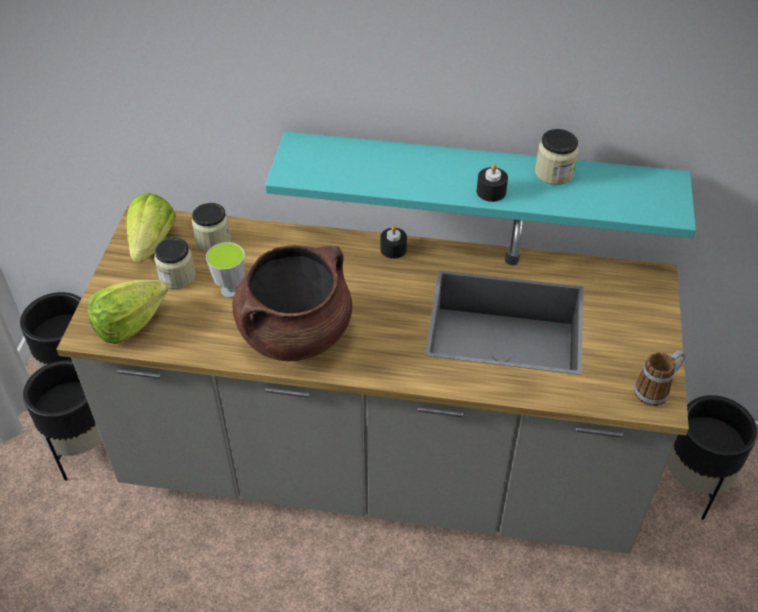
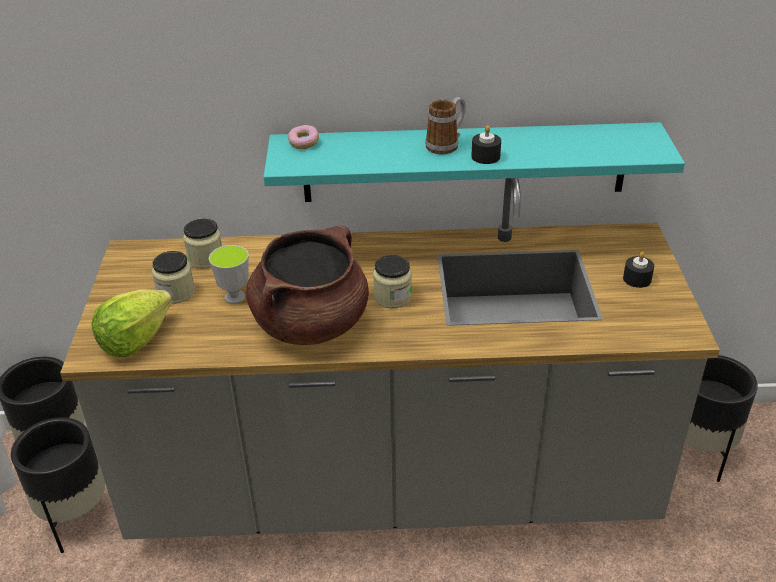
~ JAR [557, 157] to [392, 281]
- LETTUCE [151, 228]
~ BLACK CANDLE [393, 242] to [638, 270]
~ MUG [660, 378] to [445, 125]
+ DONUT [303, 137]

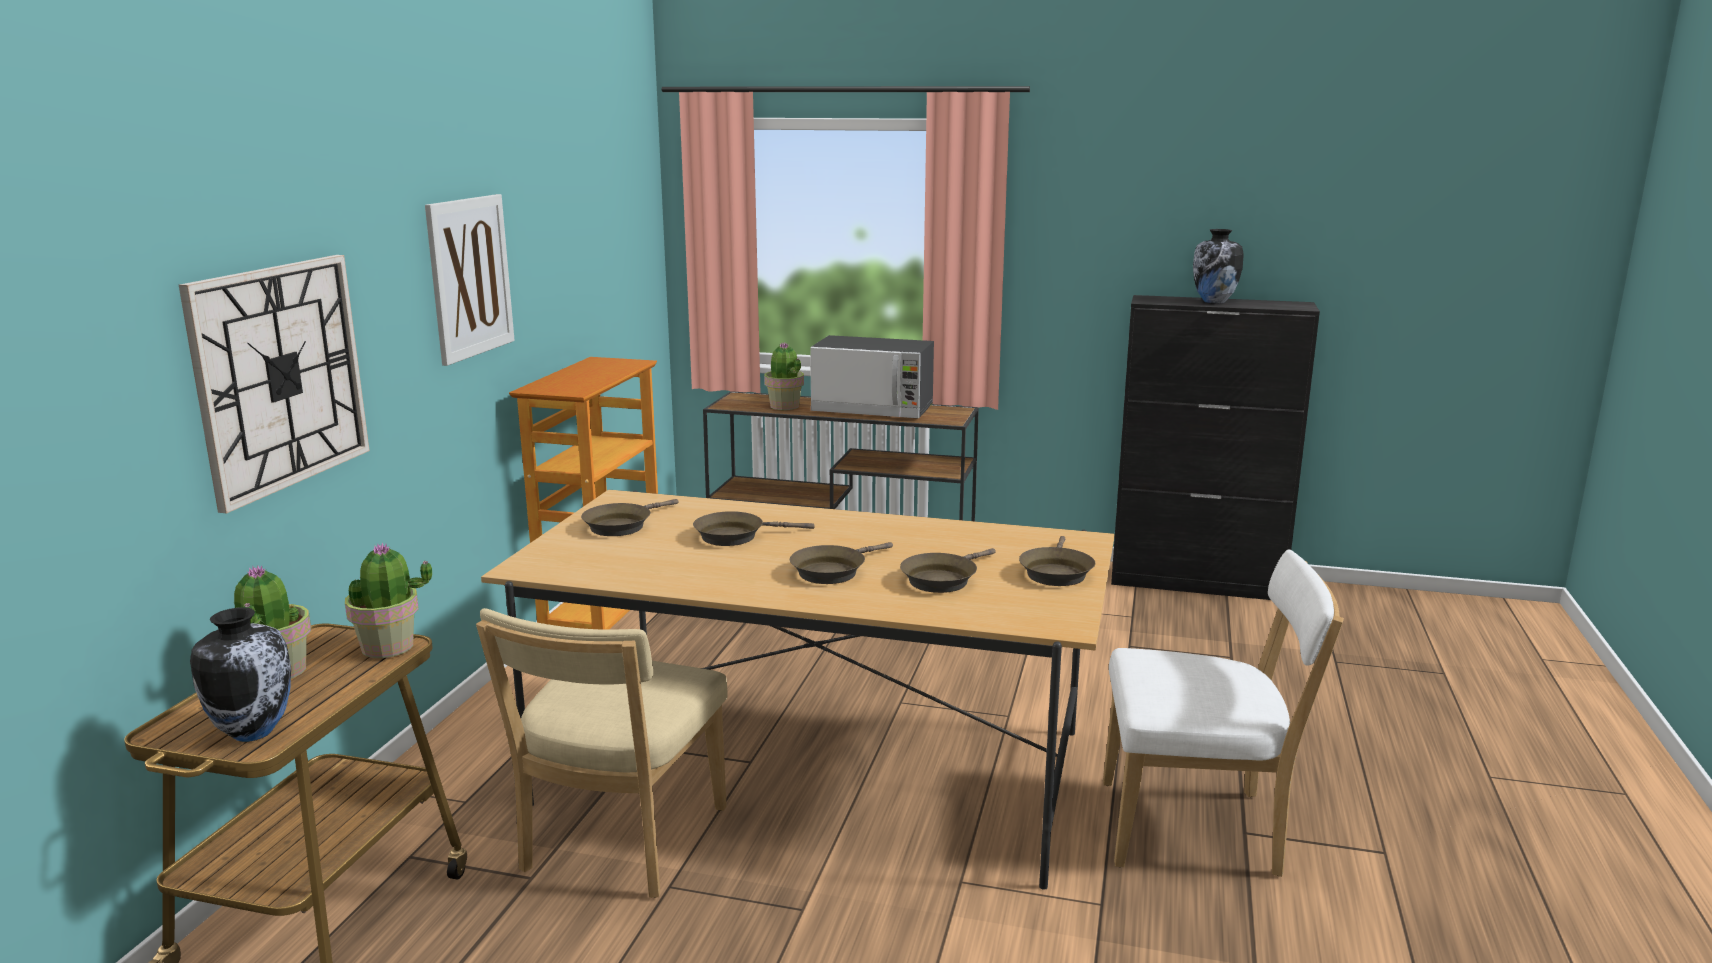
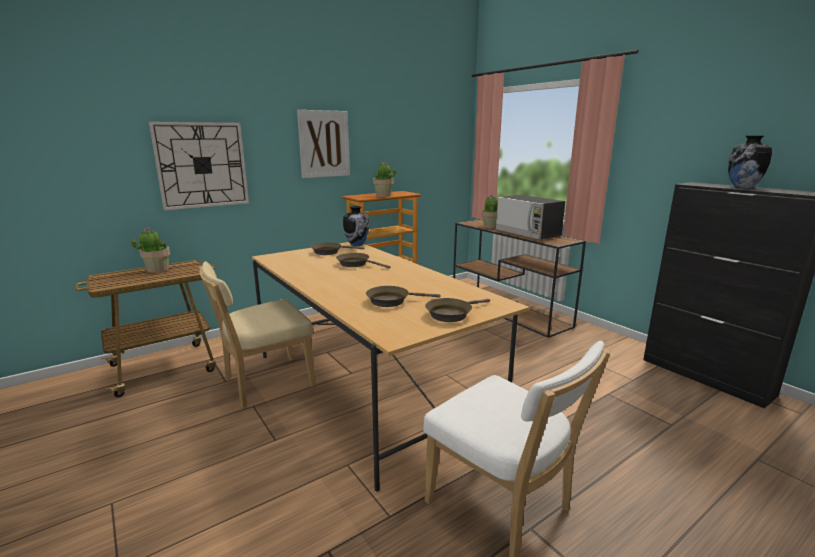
~ POTTED PLANT [388, 600] to [384, 179]
- BROWN FRYING PAN [841, 563]
~ VASE [240, 674] to [356, 226]

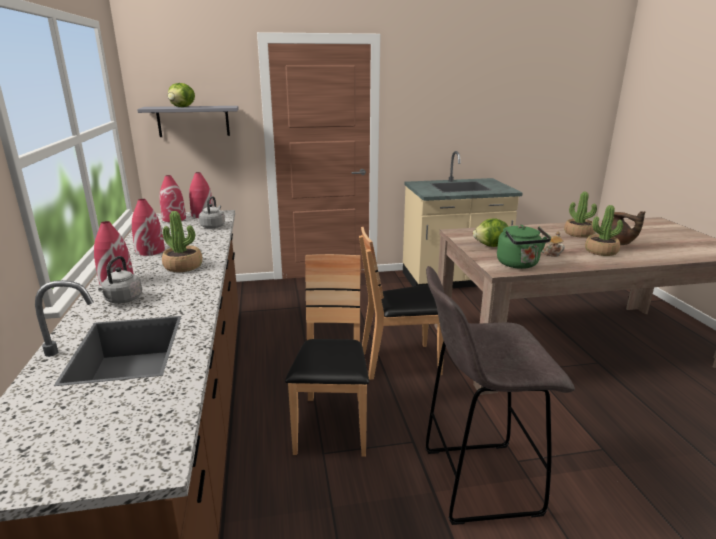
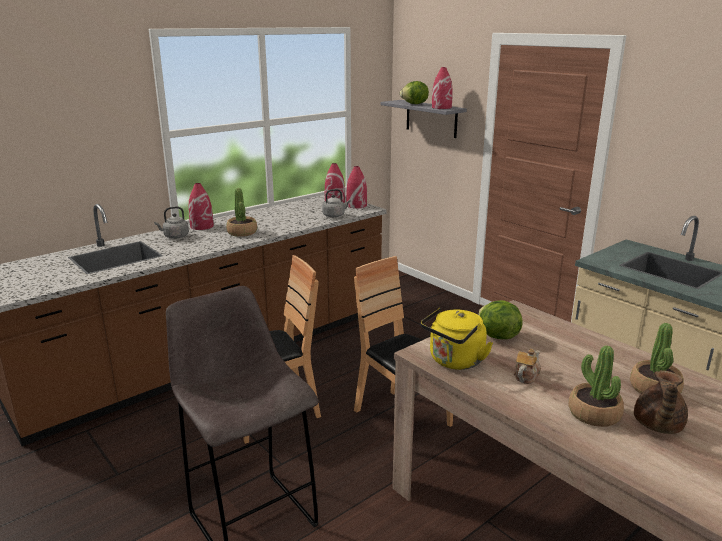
~ RED VASE [148, 227] to [442, 88]
~ GREEN KETTLE [524, 247] to YELLOW KETTLE [457, 339]

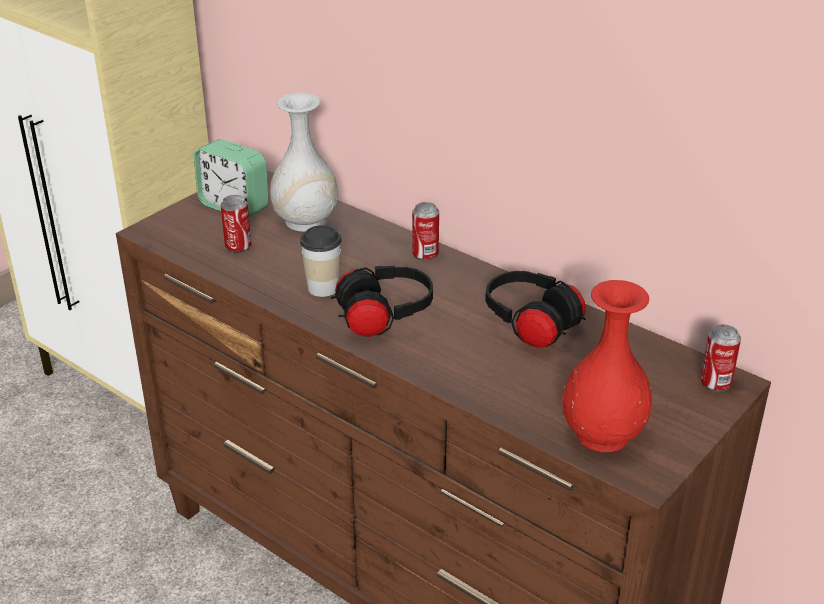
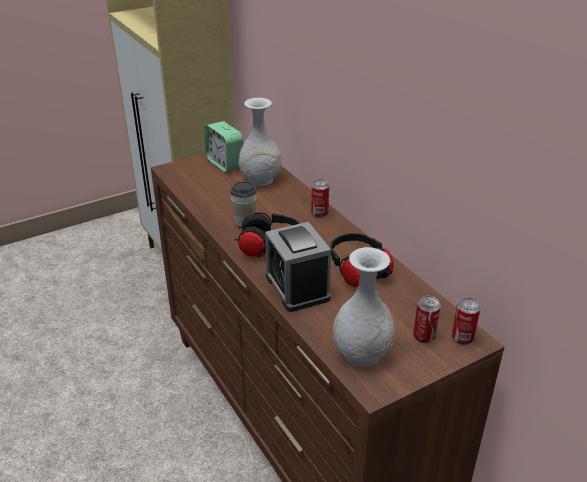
~ CAN [236, 224] to [427, 319]
~ RED VASE [607, 366] to WHITE VASE [364, 307]
+ ALARM CLOCK [298, 267]

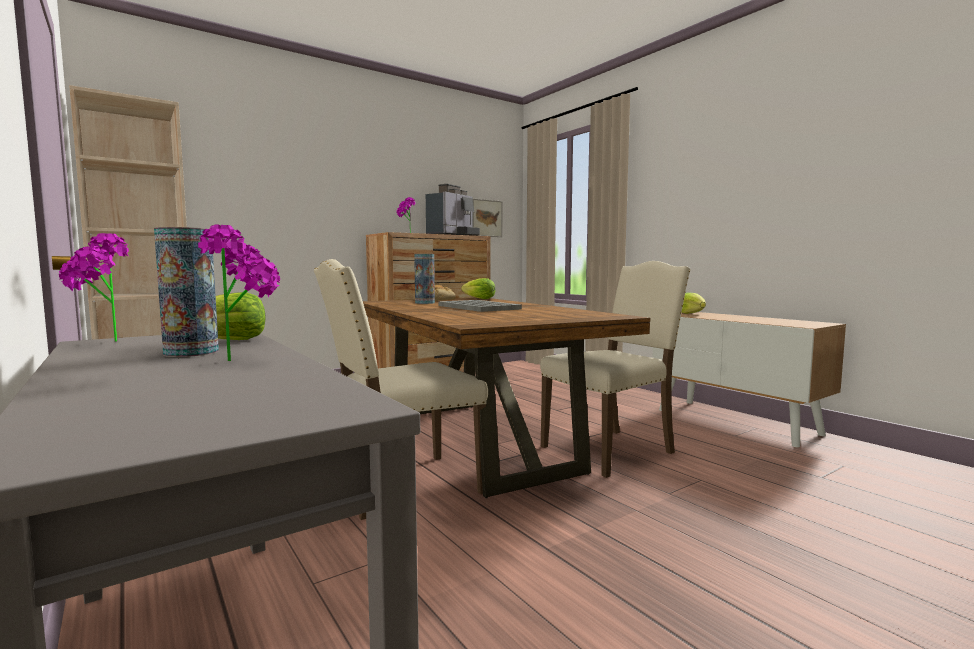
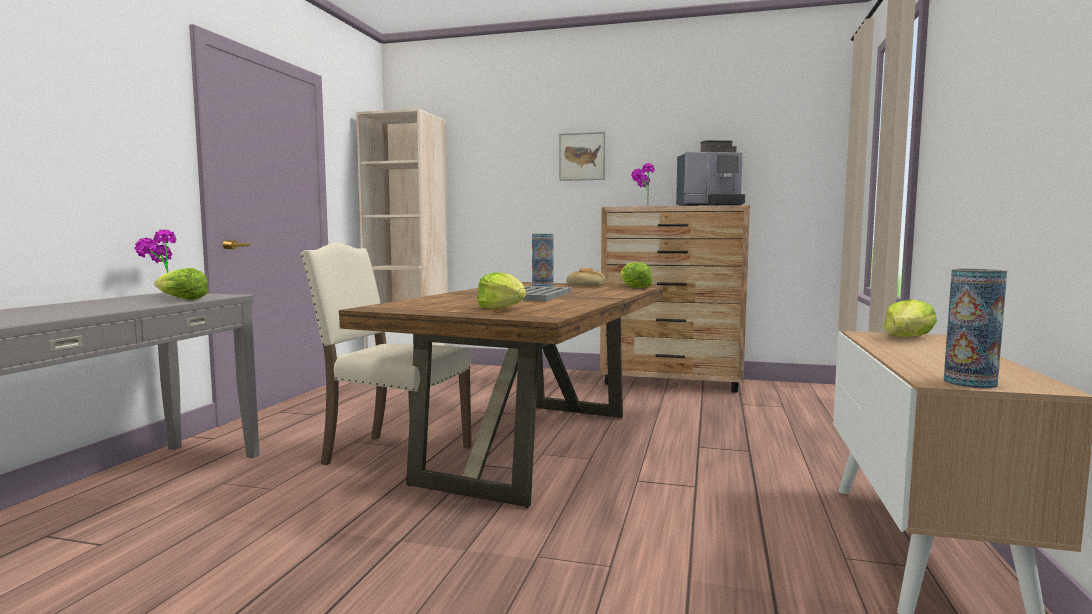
~ PICTURE [488, 218] to [582, 156]
- POTTED PLANT [239, 293]
~ VASE [186, 292] to [975, 328]
- BEIGE CHAIR [615, 369]
+ LETTUCE [501, 291]

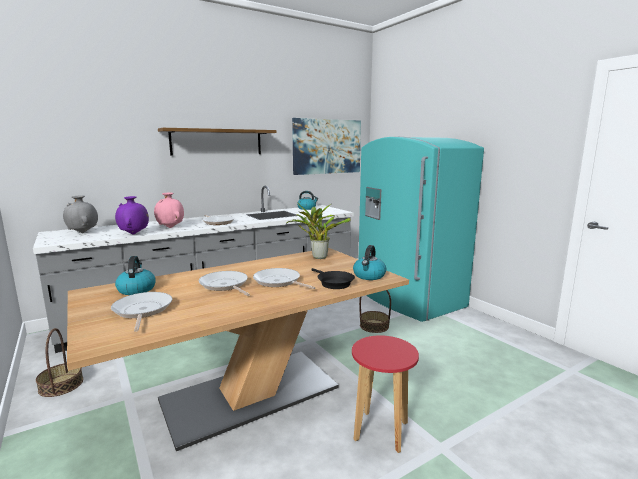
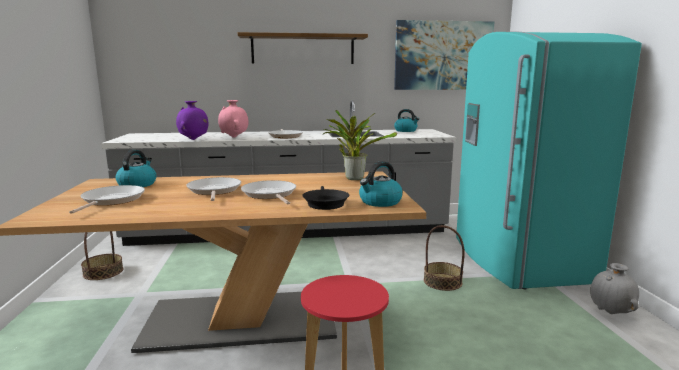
~ GREY VASE [80, 214] to [614, 288]

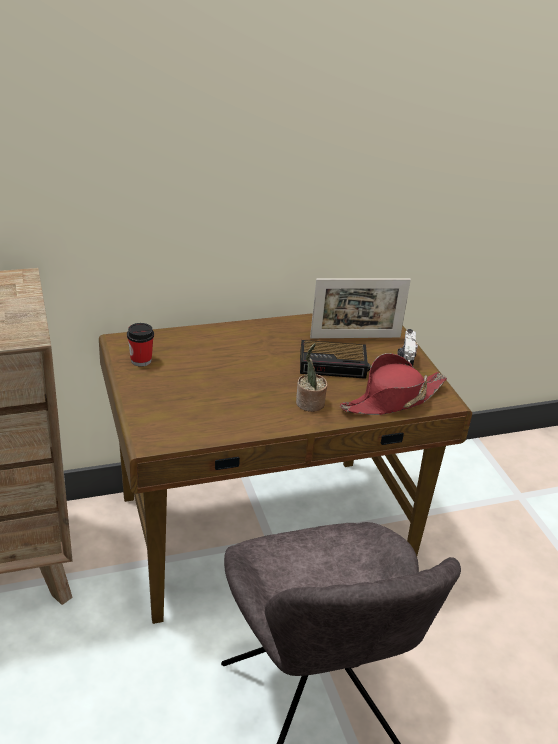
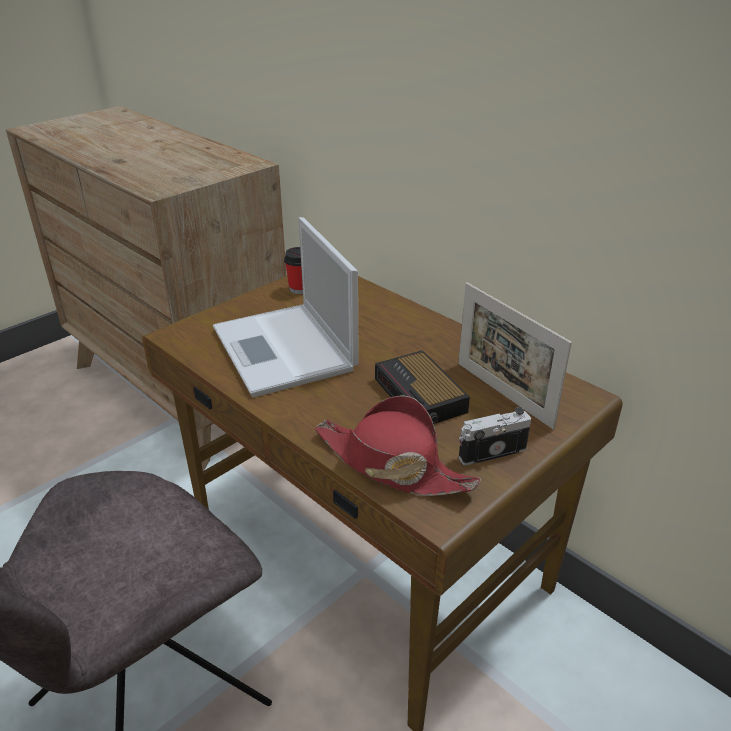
- POTTED PLANT [312, 377]
+ LAPTOP [286, 307]

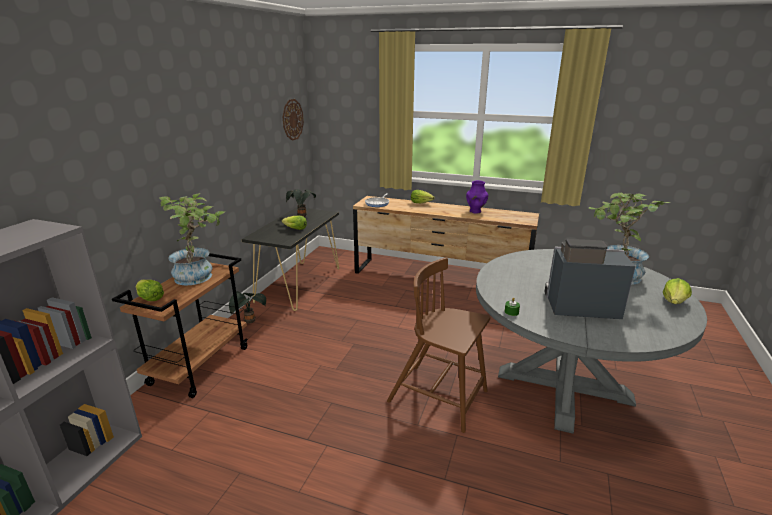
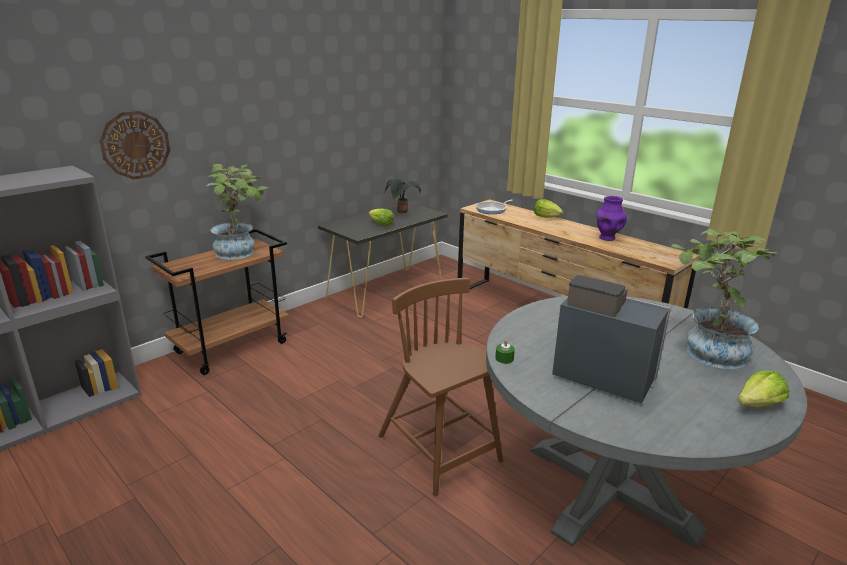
~ WALL CLOCK [293, 120] to [135, 145]
- LETTUCE [150, 290]
- POTTED PLANT [247, 307]

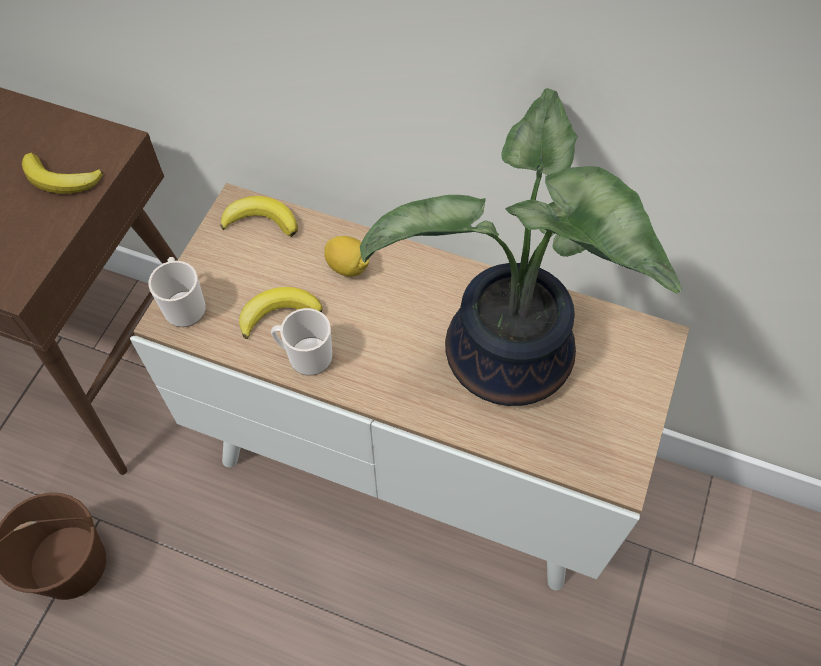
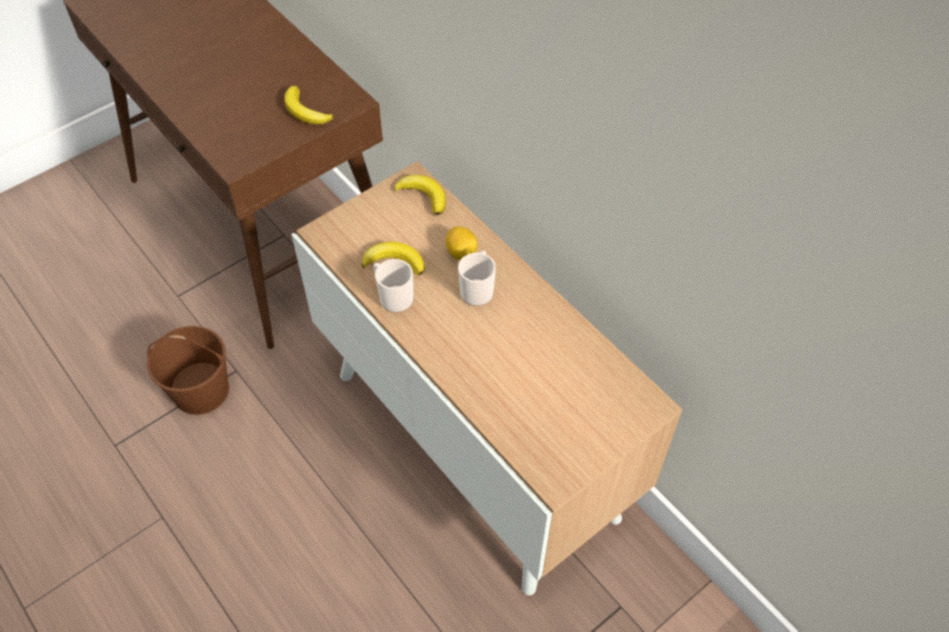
- POTTED PLANT [521, 247]
~ MUG [177, 292] to [477, 278]

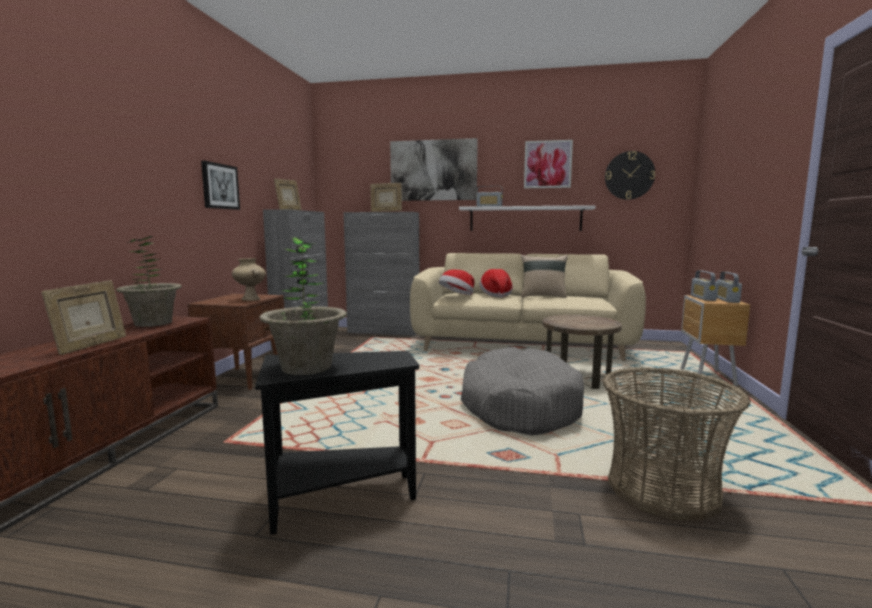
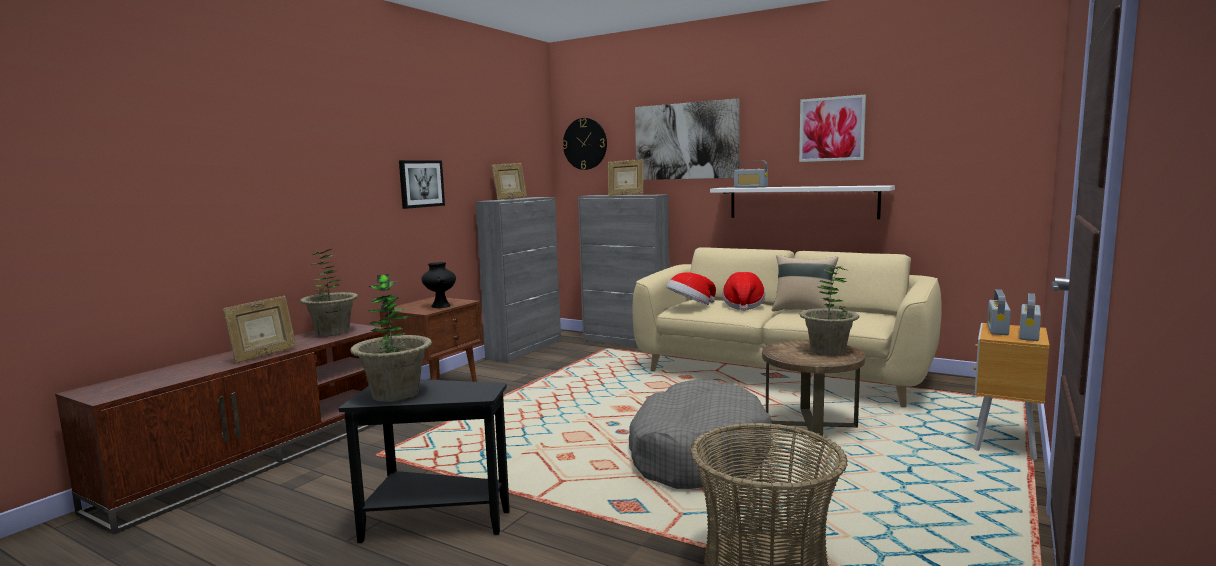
~ WALL CLOCK [630, 175] to [584, 144]
~ BEIGE VASE [249, 279] to BLACK VASE [438, 285]
+ POTTED PLANT [829, 309]

